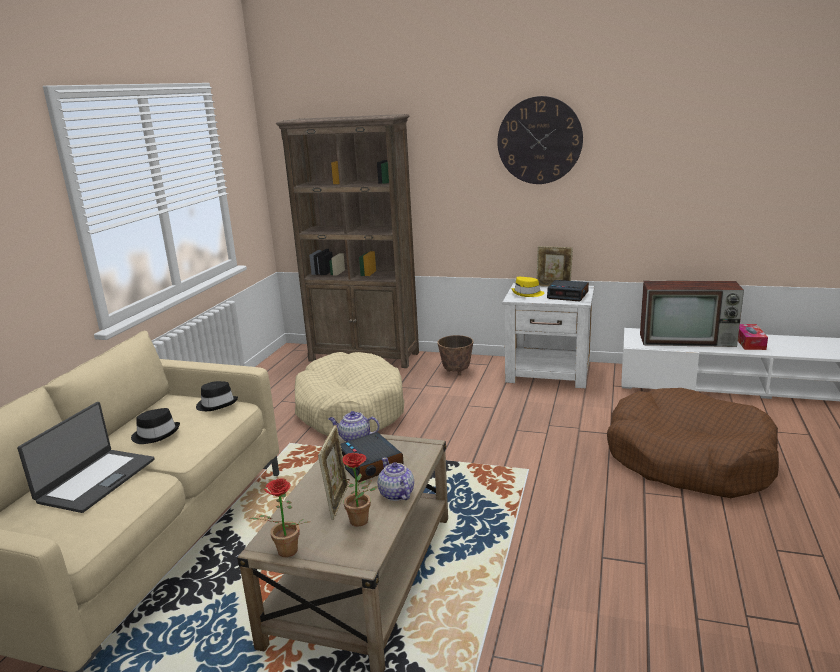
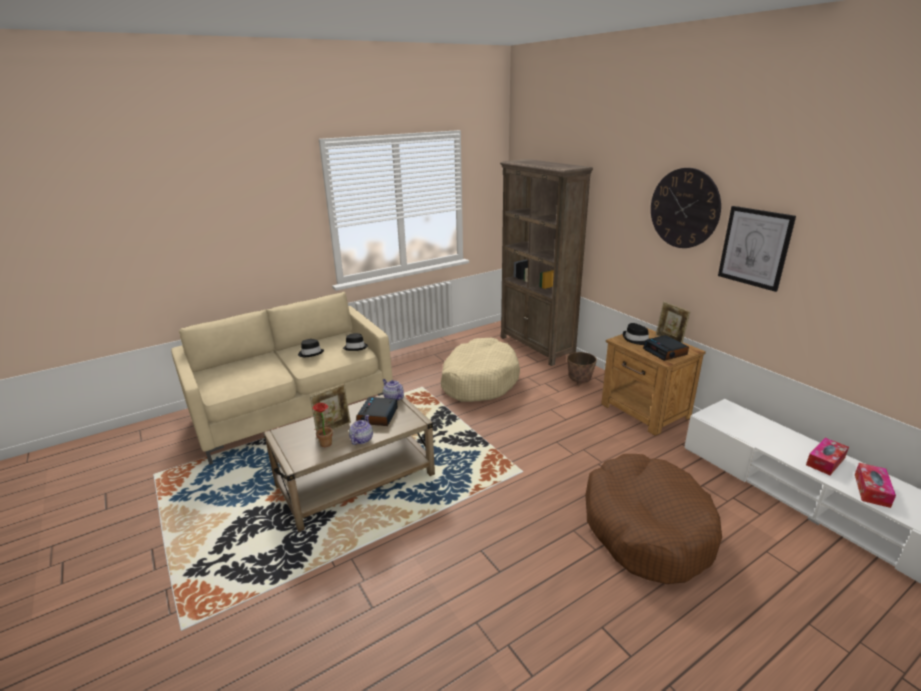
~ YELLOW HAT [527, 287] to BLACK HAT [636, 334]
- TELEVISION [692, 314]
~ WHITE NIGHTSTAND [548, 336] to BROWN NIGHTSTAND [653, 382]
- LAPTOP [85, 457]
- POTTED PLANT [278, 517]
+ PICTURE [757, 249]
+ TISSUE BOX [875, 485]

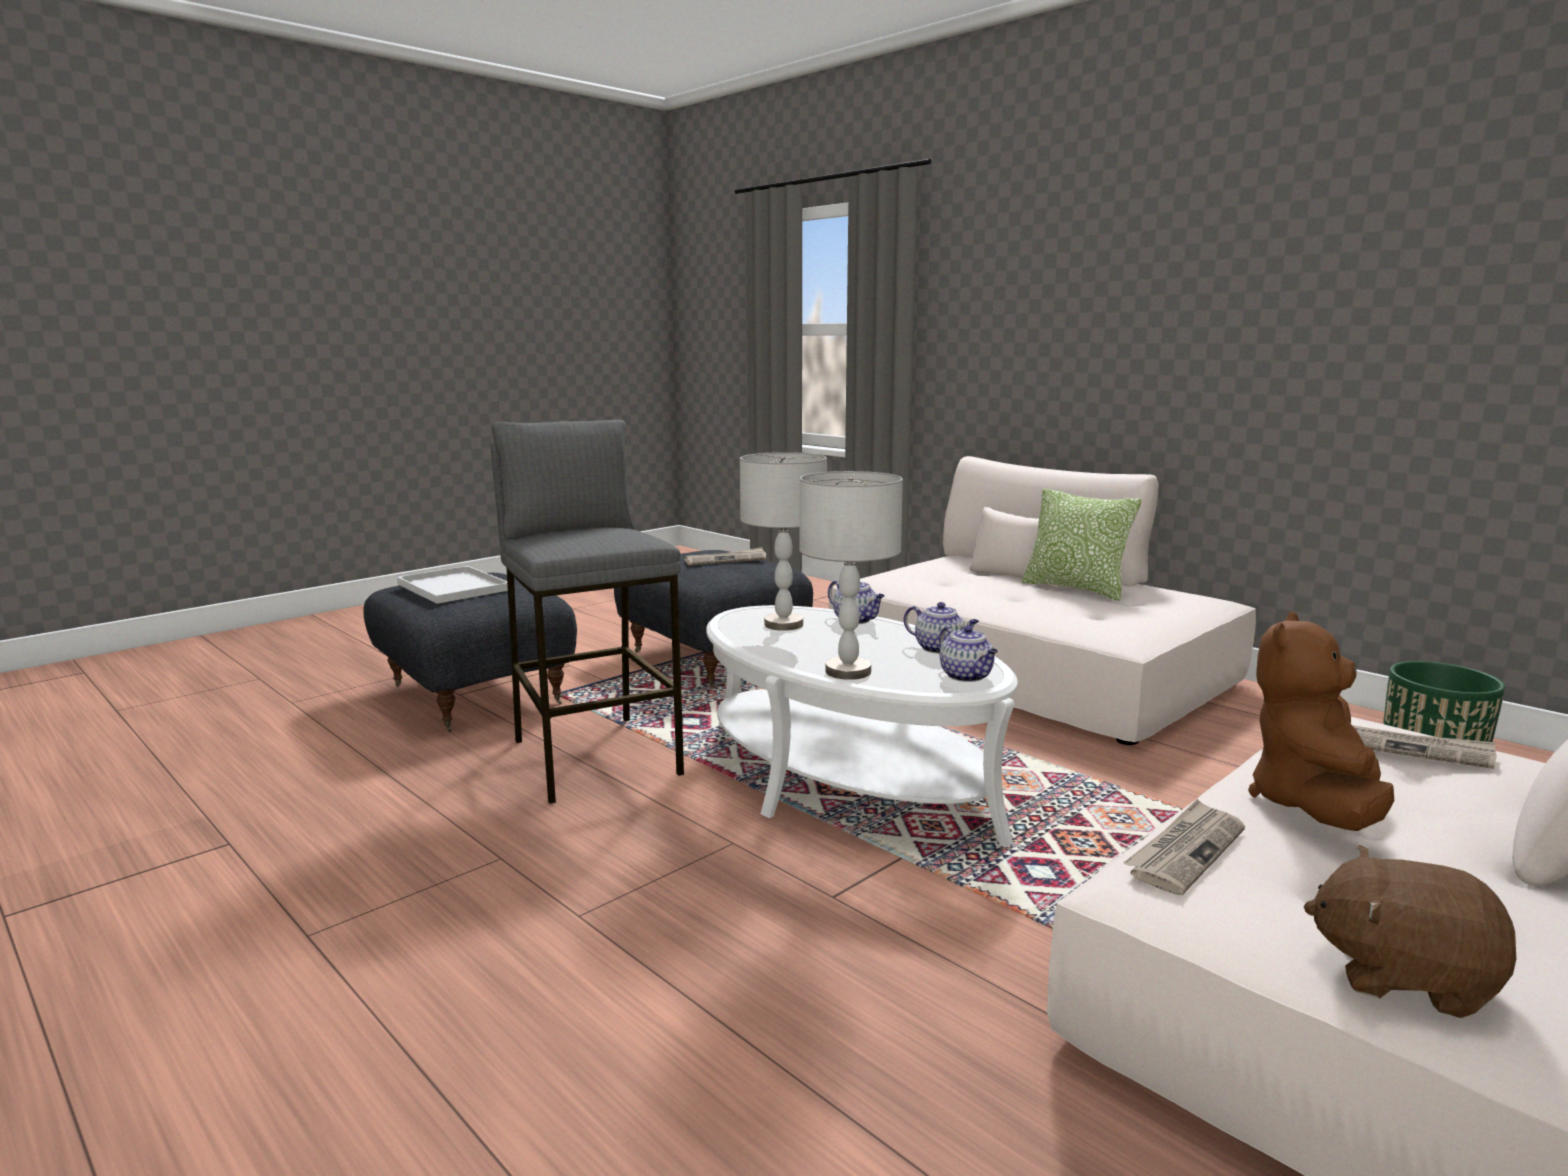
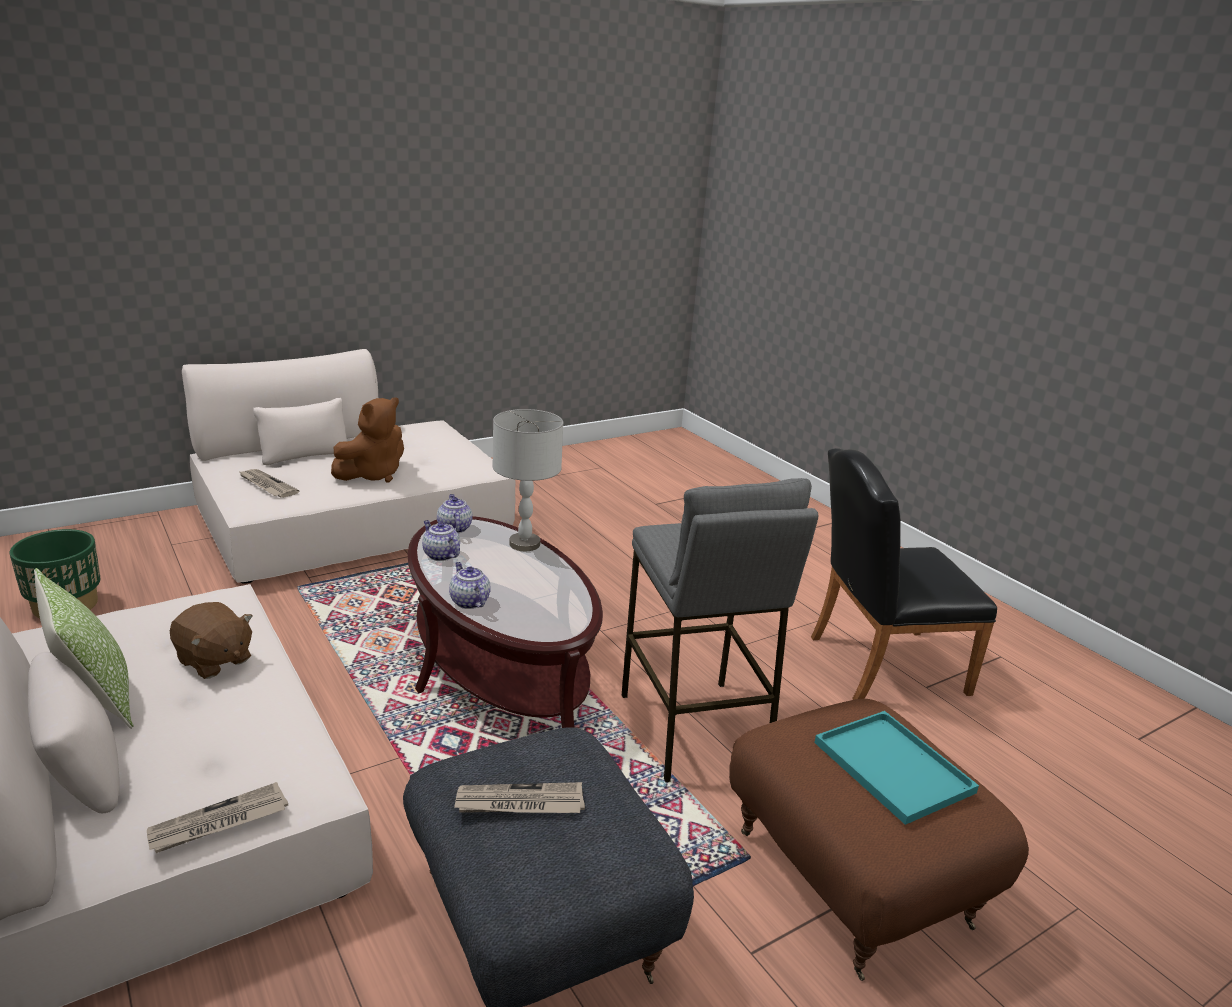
- GREY TABLE LAMP [783, 541]
~ WHITE TRAY [452, 585] to TURQUOISE TRAY [896, 768]
~ GREY OTTOMAN [470, 652] to BROWN OTTOMAN [879, 840]
~ WHITE COFFEE TABLE [862, 726] to BROWN COFFEE TABLE [505, 622]
~ NEWSPAPER [1184, 847] to [217, 817]
~ BROWN PLUSH TOY [1410, 931] to [211, 640]
+ BLACK CHAIR [904, 574]

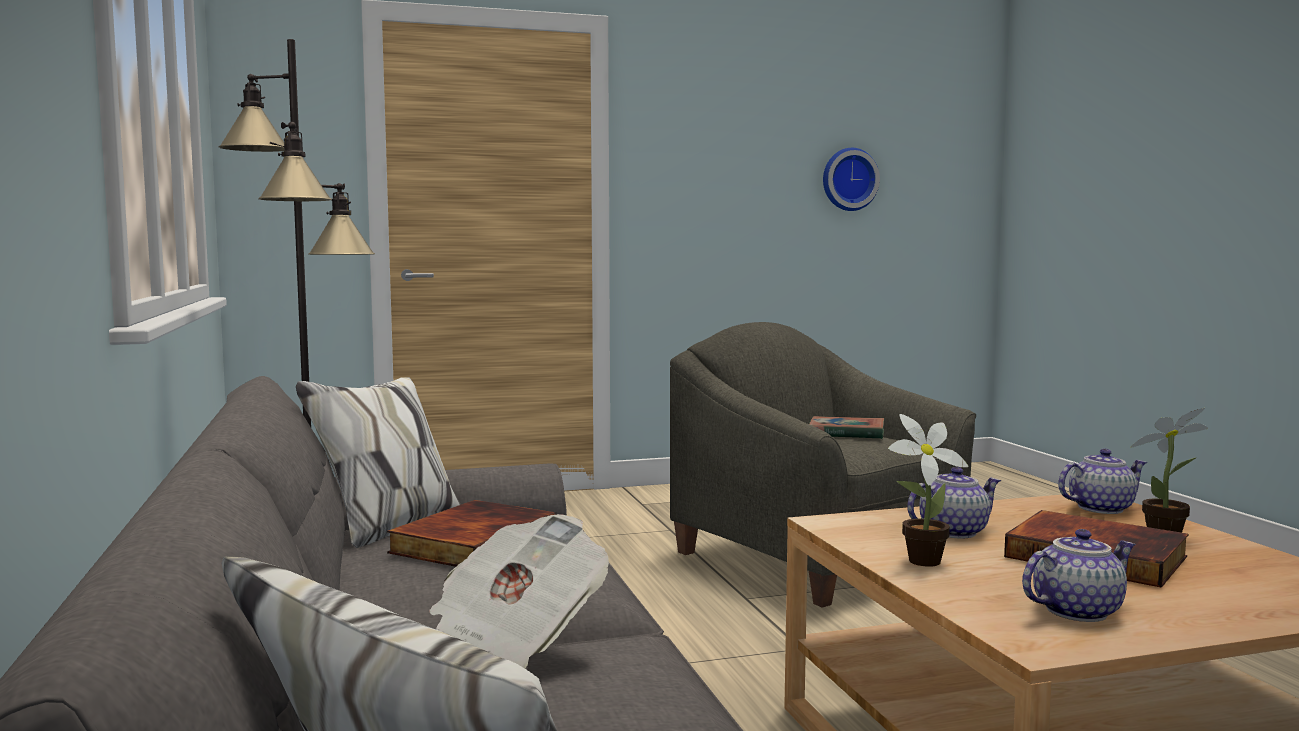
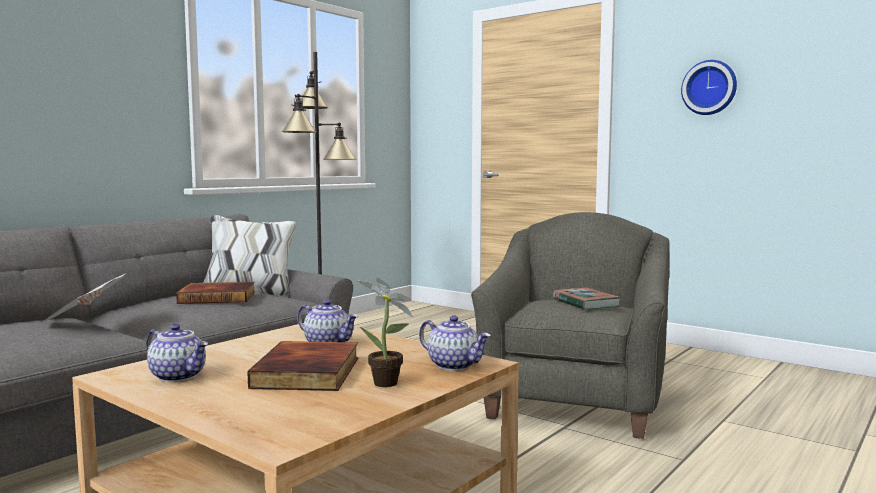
~ WALL CLOCK [851, 179] to [709, 87]
- POTTED PLANT [928, 490]

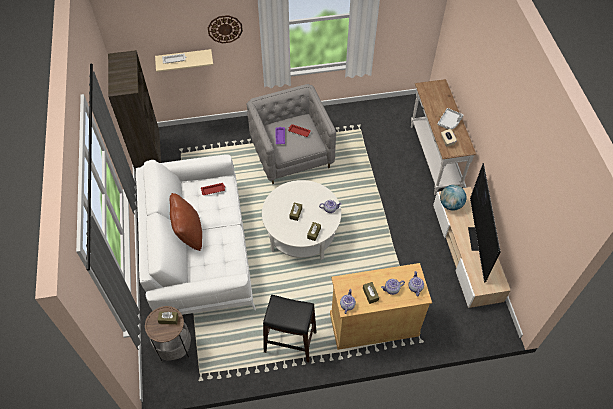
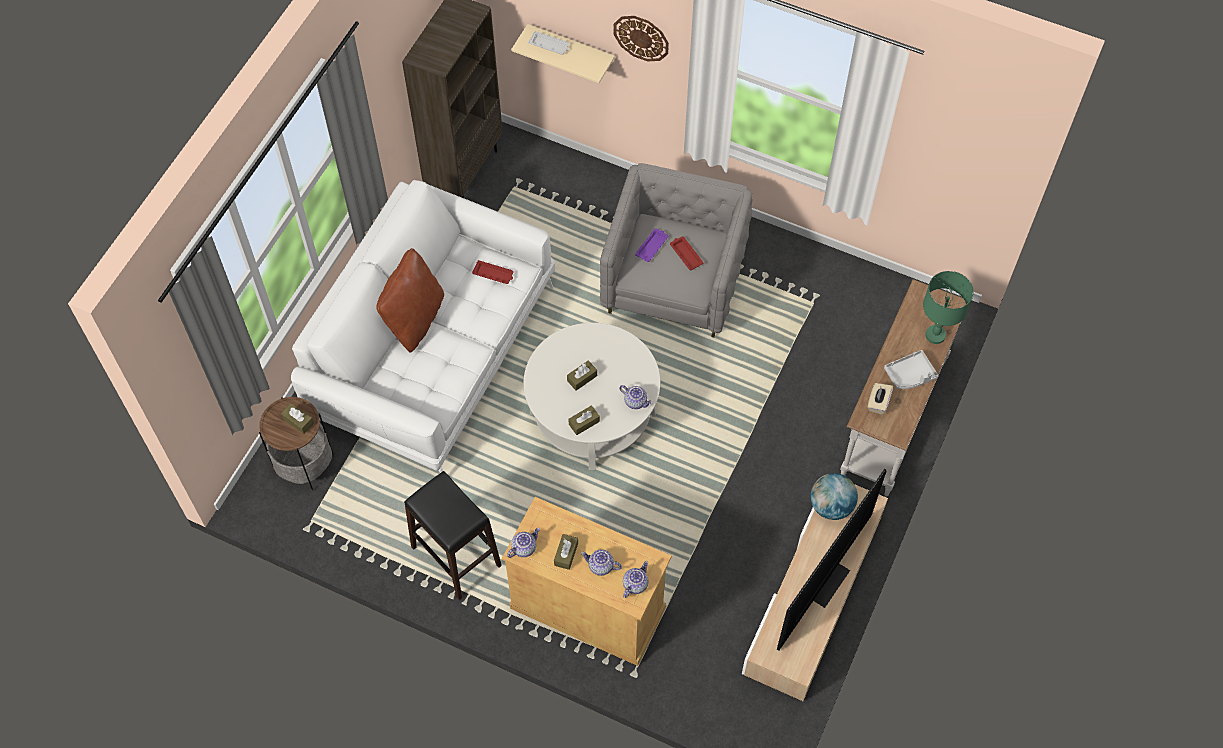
+ GREEN TABLE LAMP [948, 307]

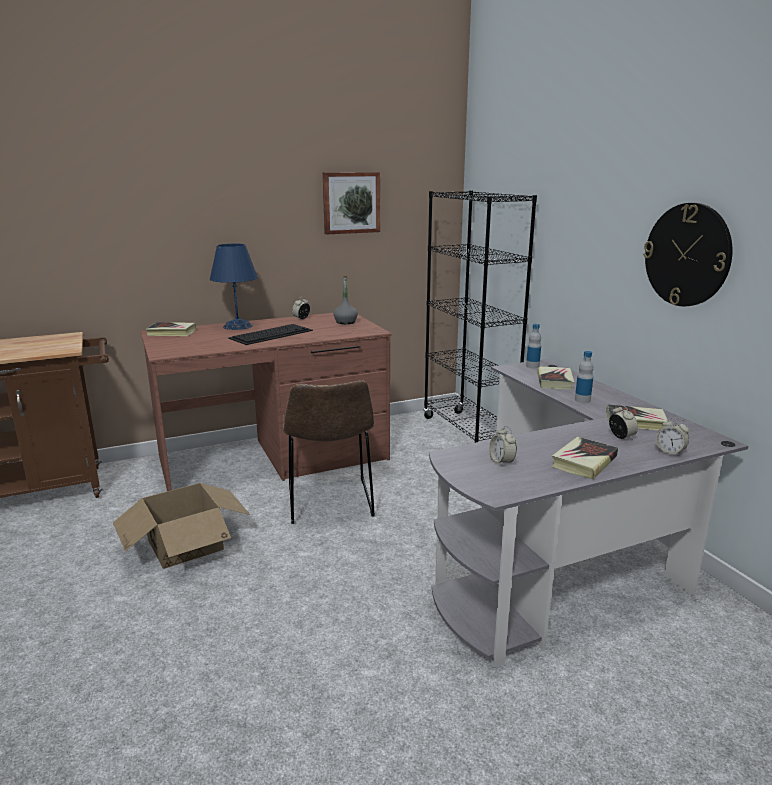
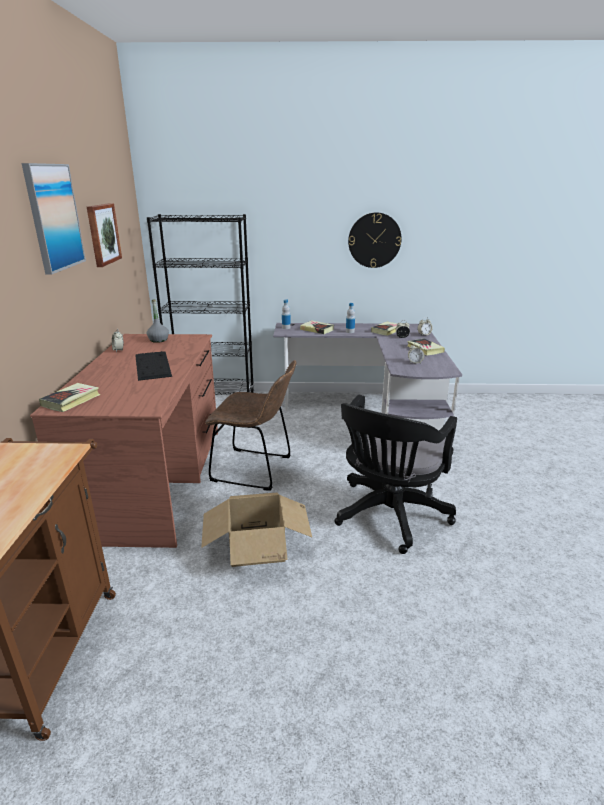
- BLUE TABLE LAMP [234, 286]
+ PICTURE [54, 218]
+ BLACK OFFICE CHAIR [395, 474]

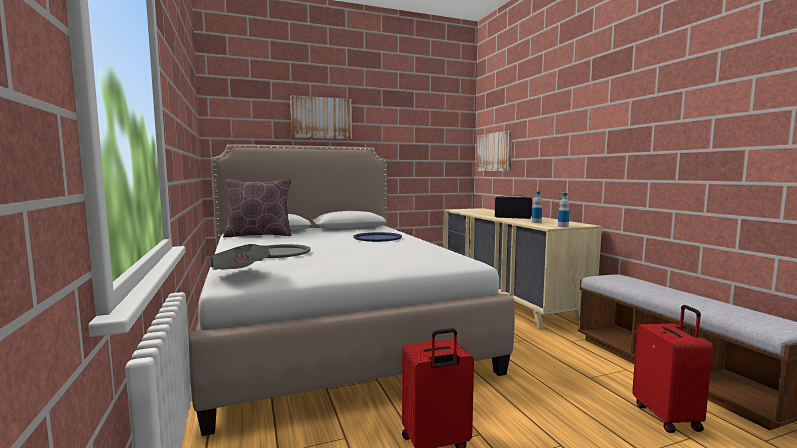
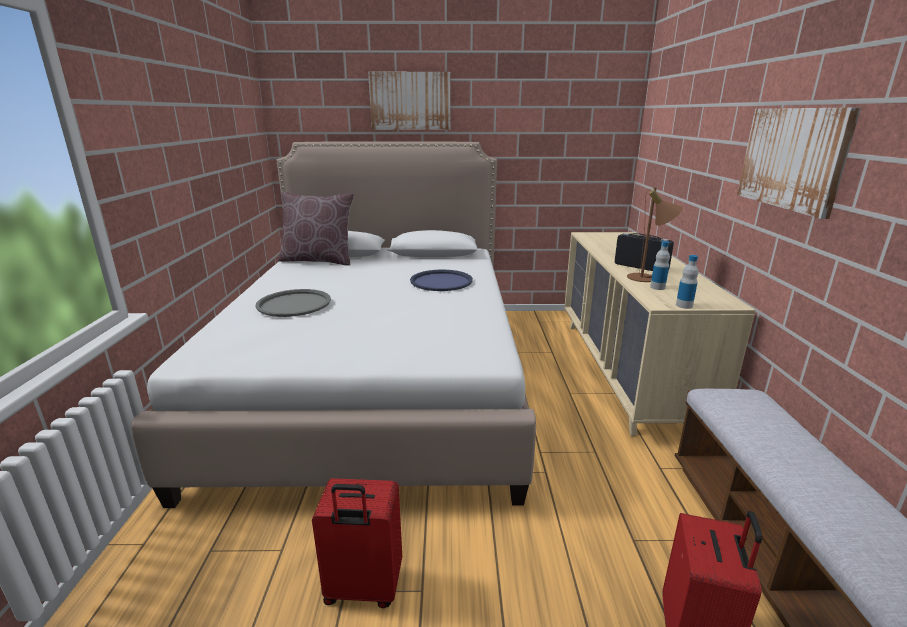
~ PICTURE [494, 150] to [799, 163]
- NEWSPAPER [239, 257]
+ BROWN TABLE LAMP [655, 234]

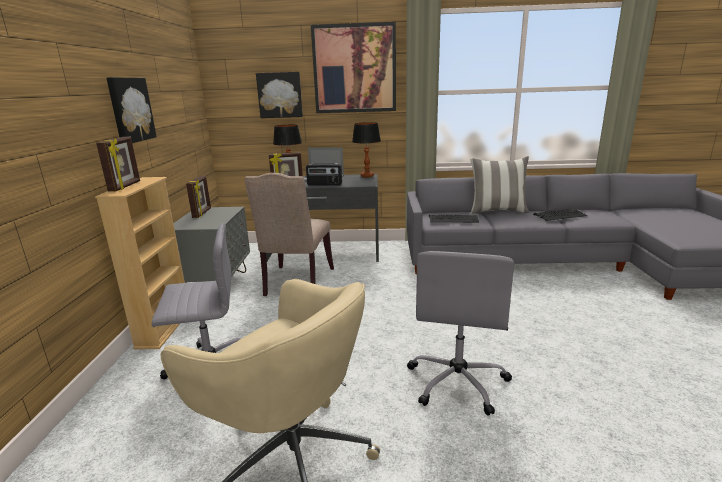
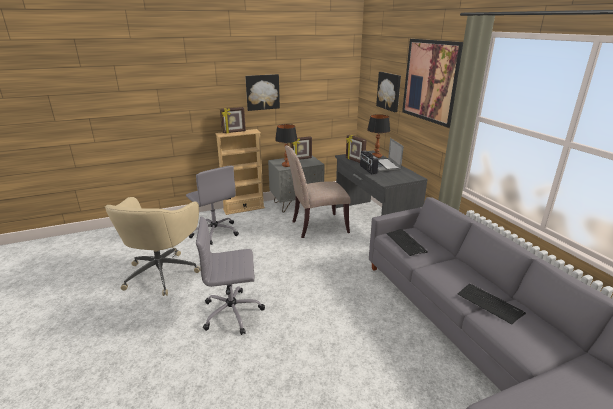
~ TABLE LAMP [366, 149] to [286, 145]
- PILLOW [499, 185]

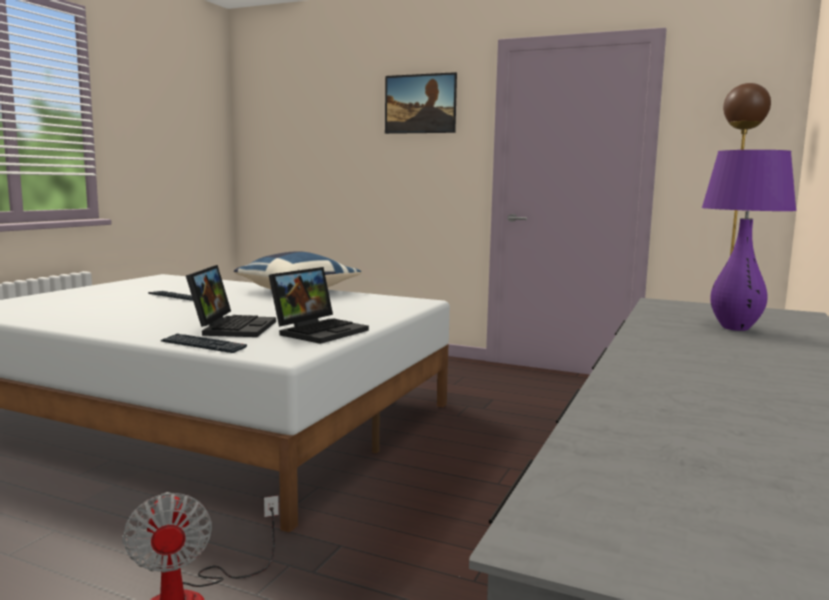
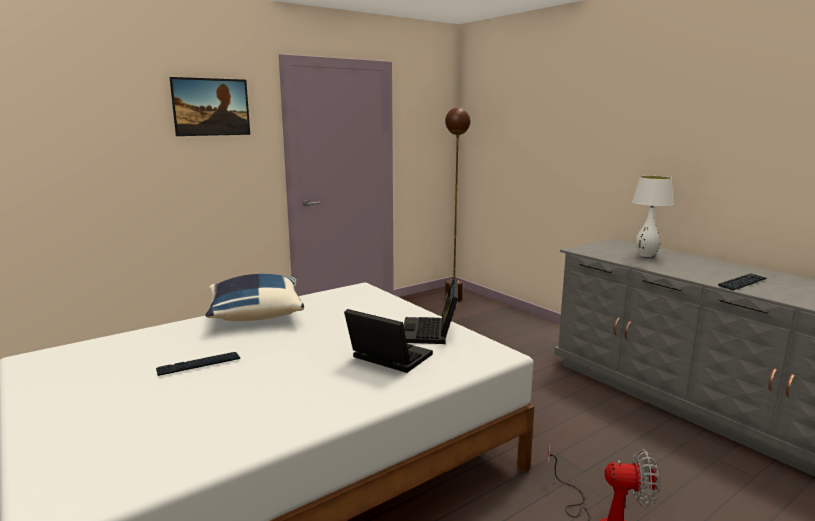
~ PURPLE TABLE LAMP [749, 240] to WHITE TABLE LAMP [653, 216]
~ LAPTOP [319, 305] = [431, 311] 150 degrees counterclockwise
~ KEYBOARD [204, 343] to [742, 282]

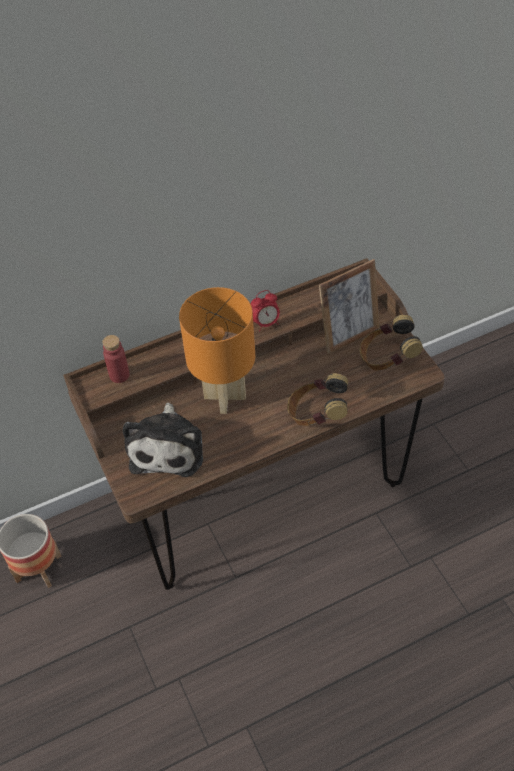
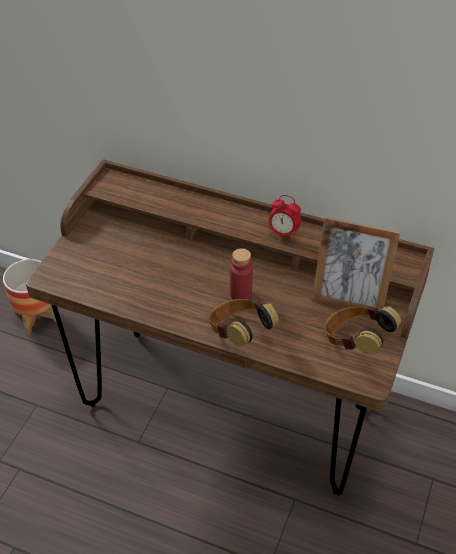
- ORANGE TABLE LAMP [217, 350]
~ RED BOTTLE [116, 359] to [241, 274]
- PLUSH TOY [163, 440]

